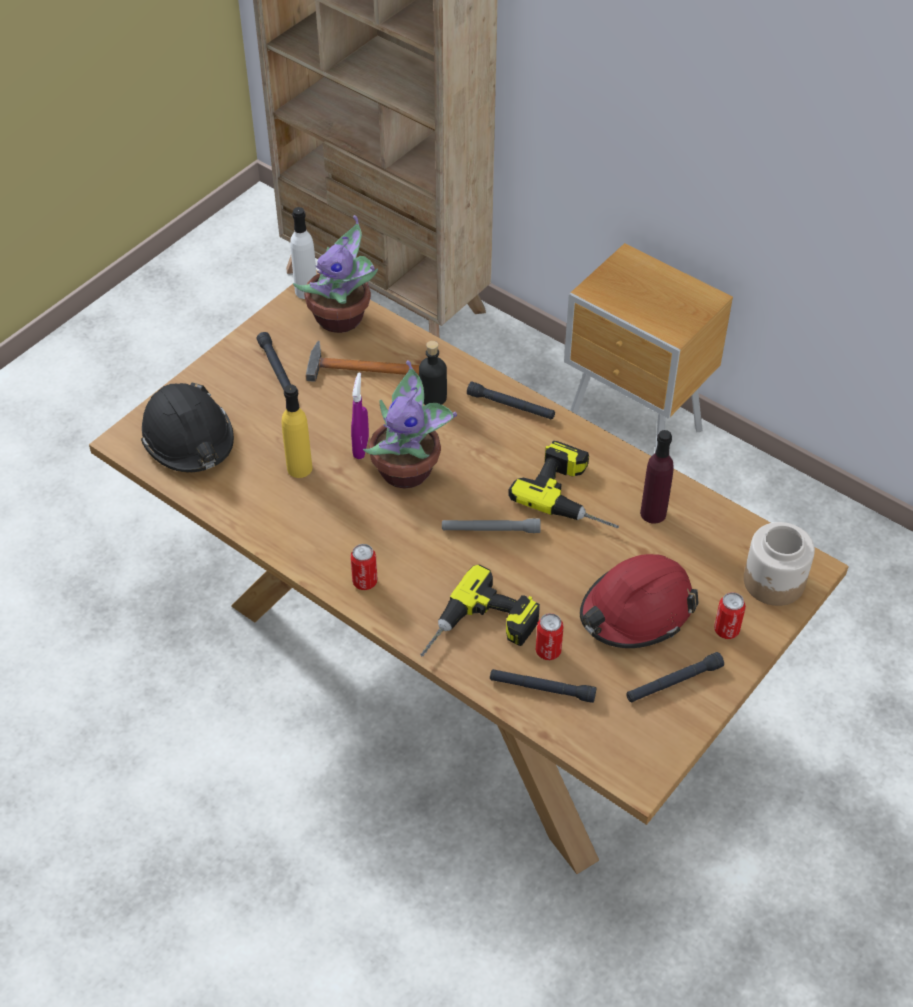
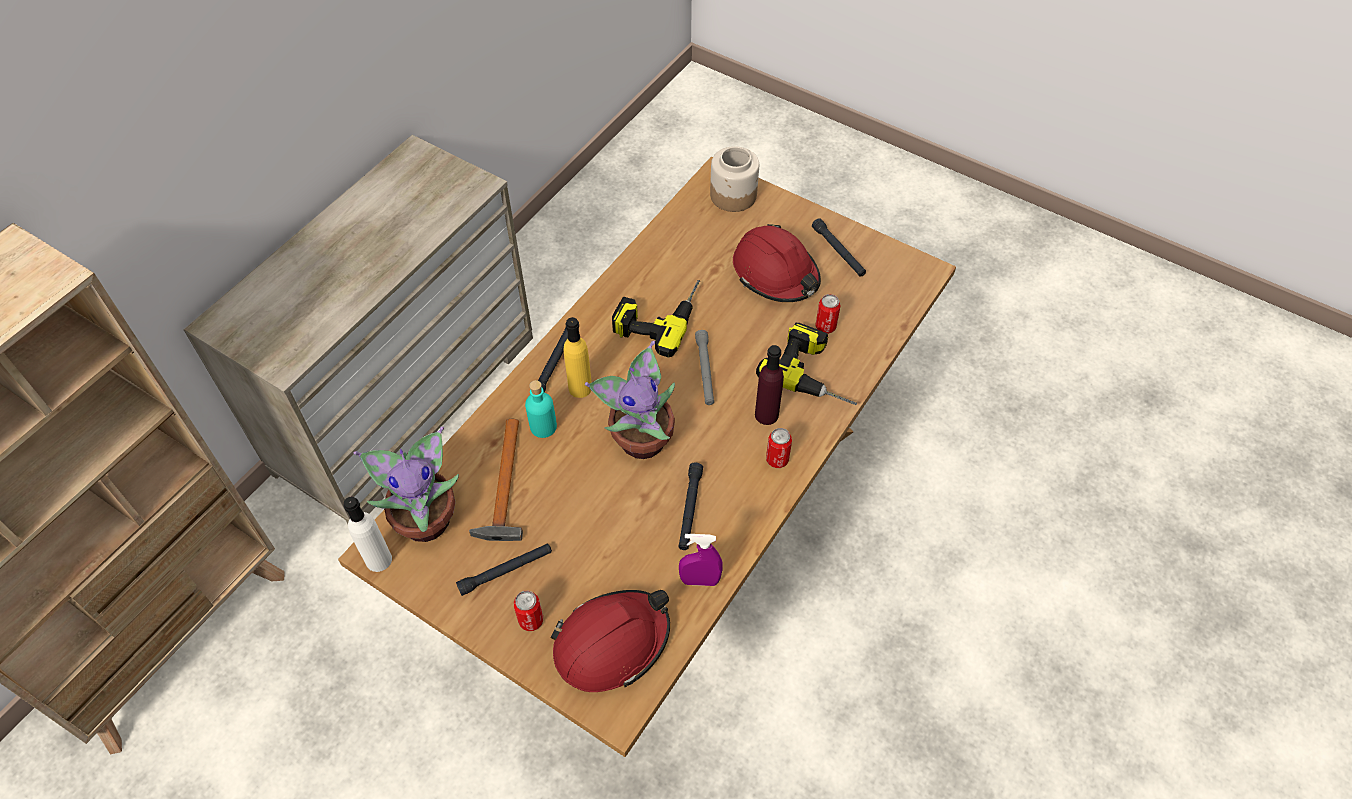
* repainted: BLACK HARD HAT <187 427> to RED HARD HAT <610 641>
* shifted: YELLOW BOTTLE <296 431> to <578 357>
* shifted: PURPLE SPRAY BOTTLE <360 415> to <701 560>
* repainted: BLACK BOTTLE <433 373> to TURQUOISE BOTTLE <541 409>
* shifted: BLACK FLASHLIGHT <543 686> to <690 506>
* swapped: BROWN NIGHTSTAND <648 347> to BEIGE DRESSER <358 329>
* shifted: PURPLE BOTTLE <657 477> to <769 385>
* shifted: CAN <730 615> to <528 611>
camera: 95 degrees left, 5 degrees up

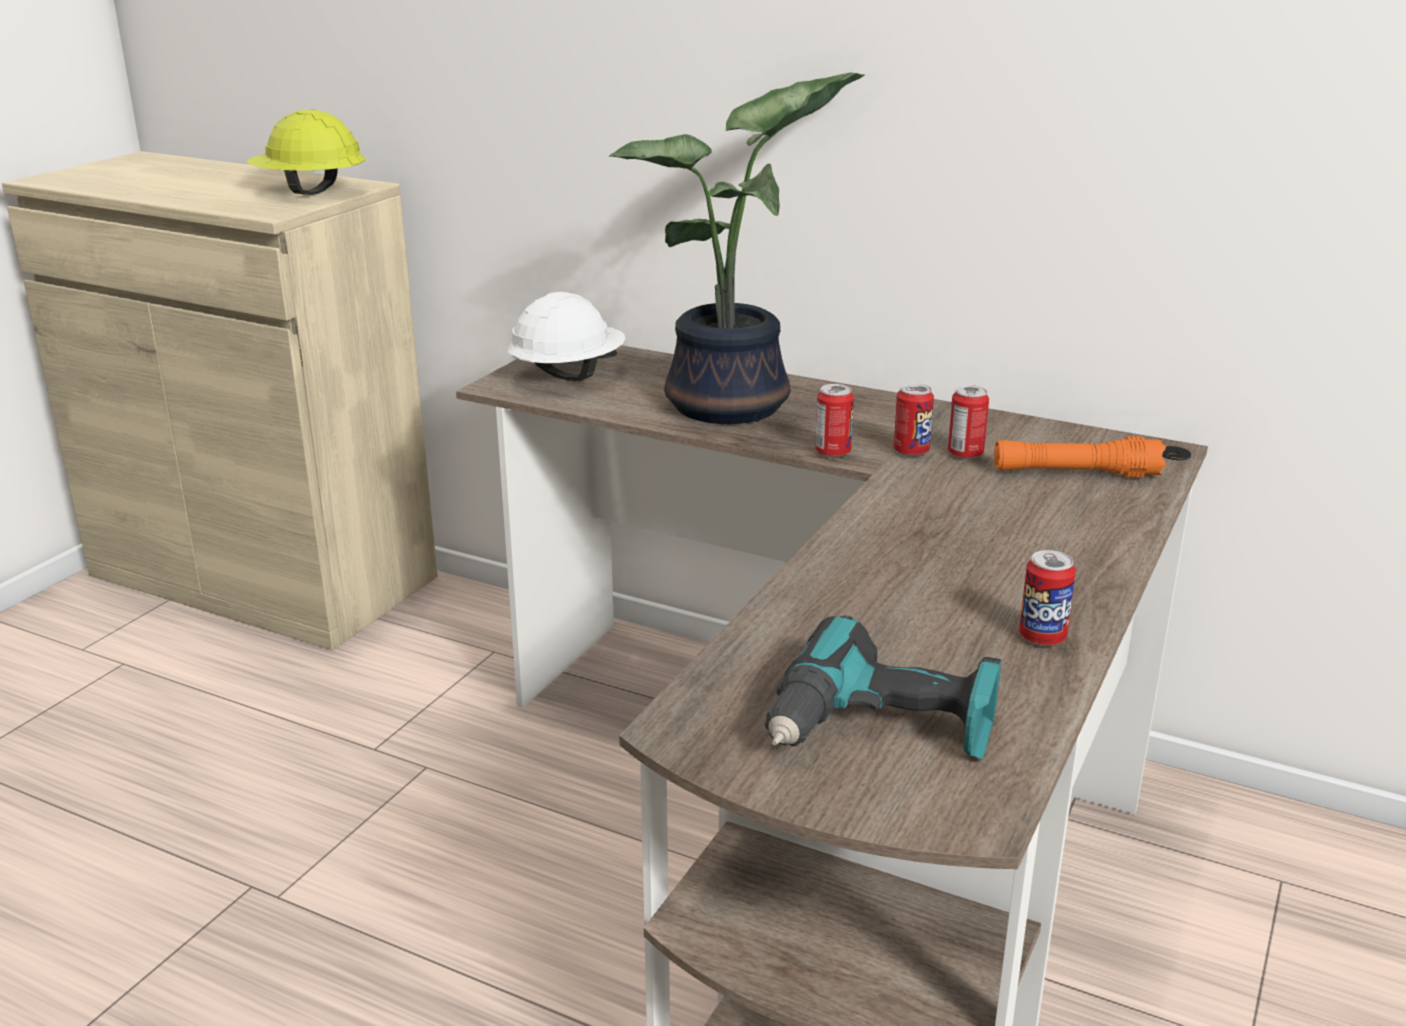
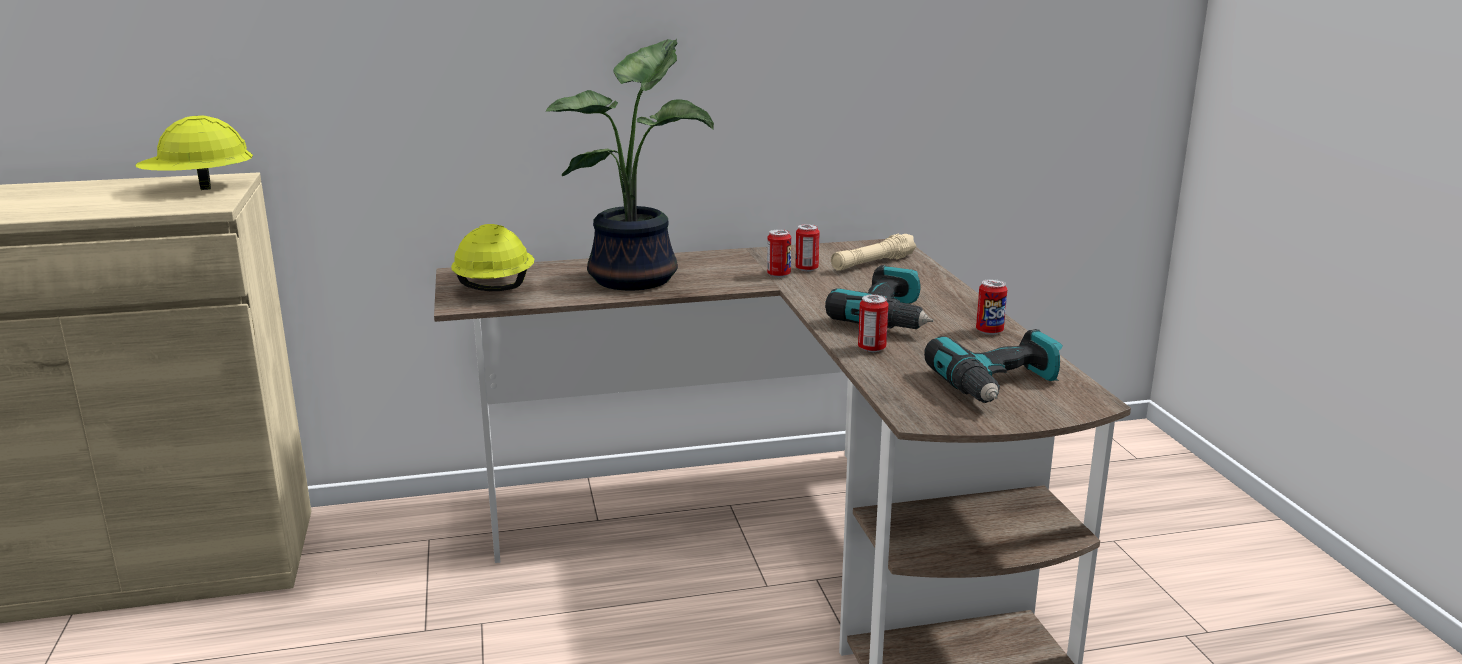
* repainted: WHITE HARD HAT <566 336> to YELLOW HARD HAT <492 257>
* shifted: CAN <834 421> to <873 323>
* repainted: ORANGE FLASHLIGHT <1080 457> to BEIGE FLASHLIGHT <873 252>
* new: POWER DRILL <879 297>
camera: 40 degrees left, 5 degrees down

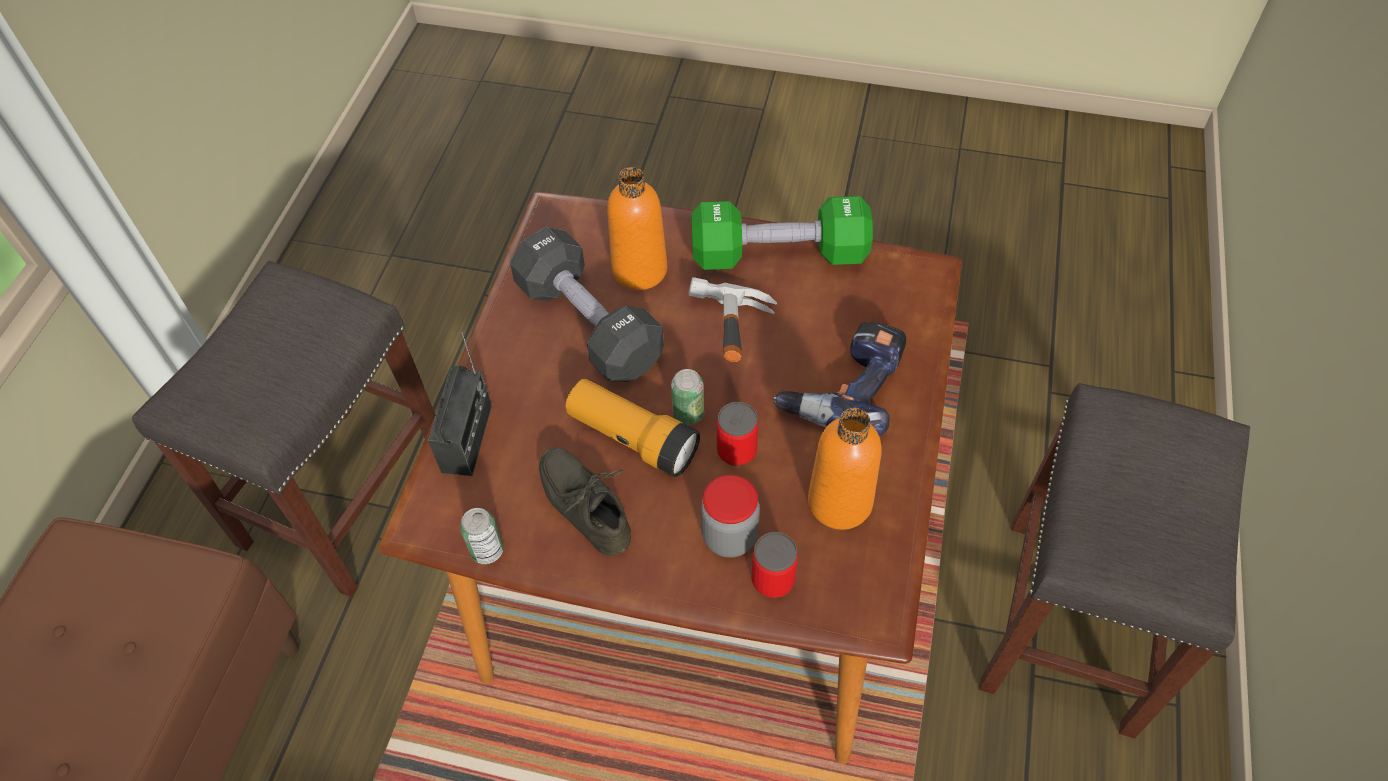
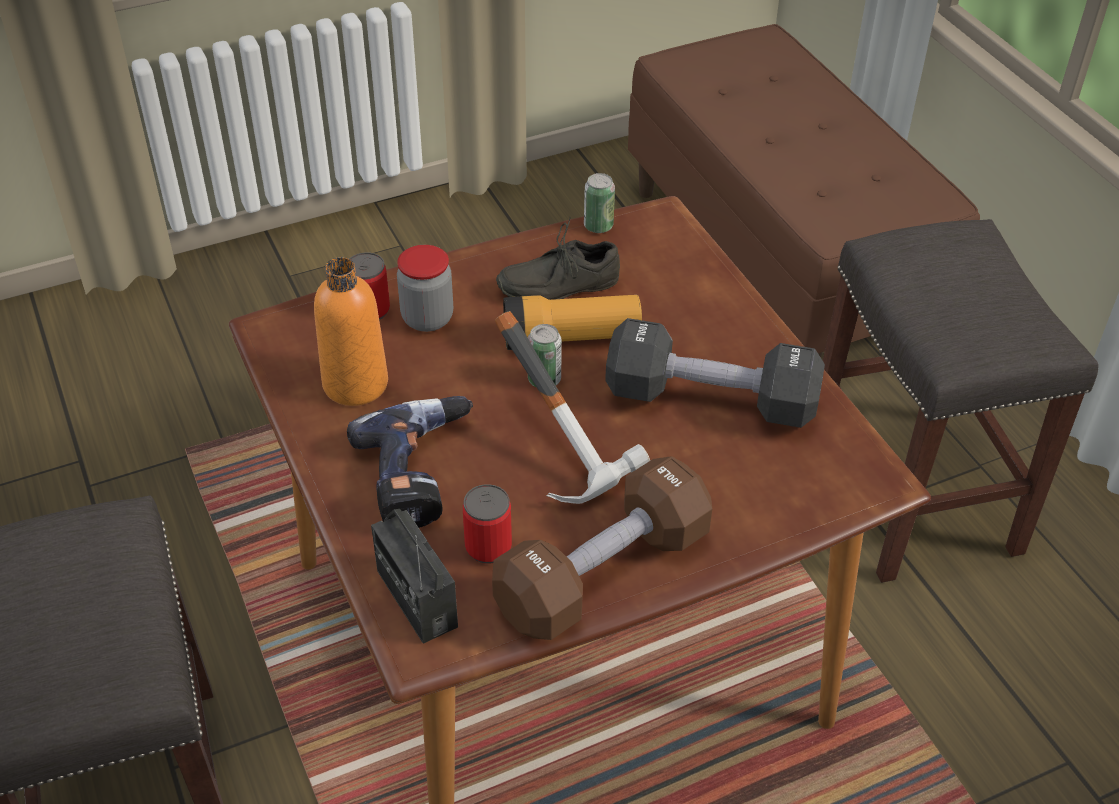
* shifted: RADIO <460 404> to <414 576>
* rotated: GREY SHOE <585 501> = <558 258> 150 degrees clockwise
* gone: ORANGE BOTTLE <637 228>
* repainted: GREEN DUMBBELL <782 233> to BROWN DUMBBELL <602 548>
* shifted: CAN <738 434> to <487 524>
camera: 140 degrees right, 10 degrees down

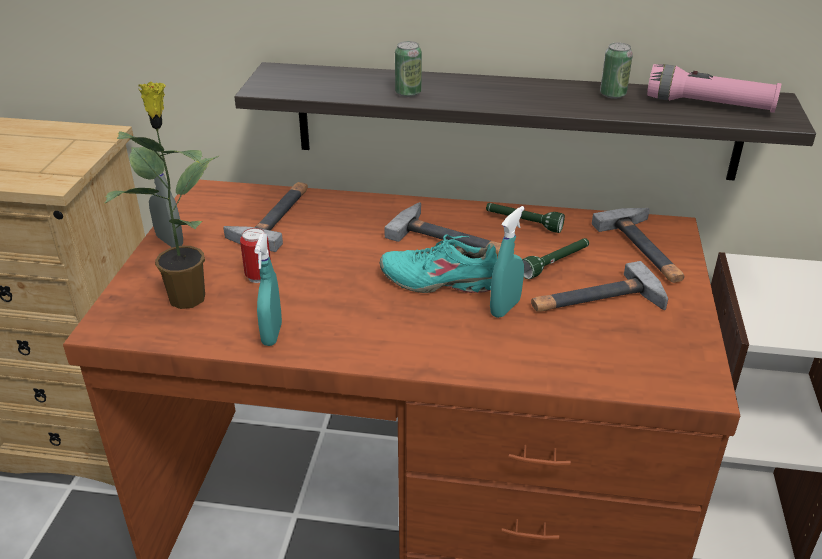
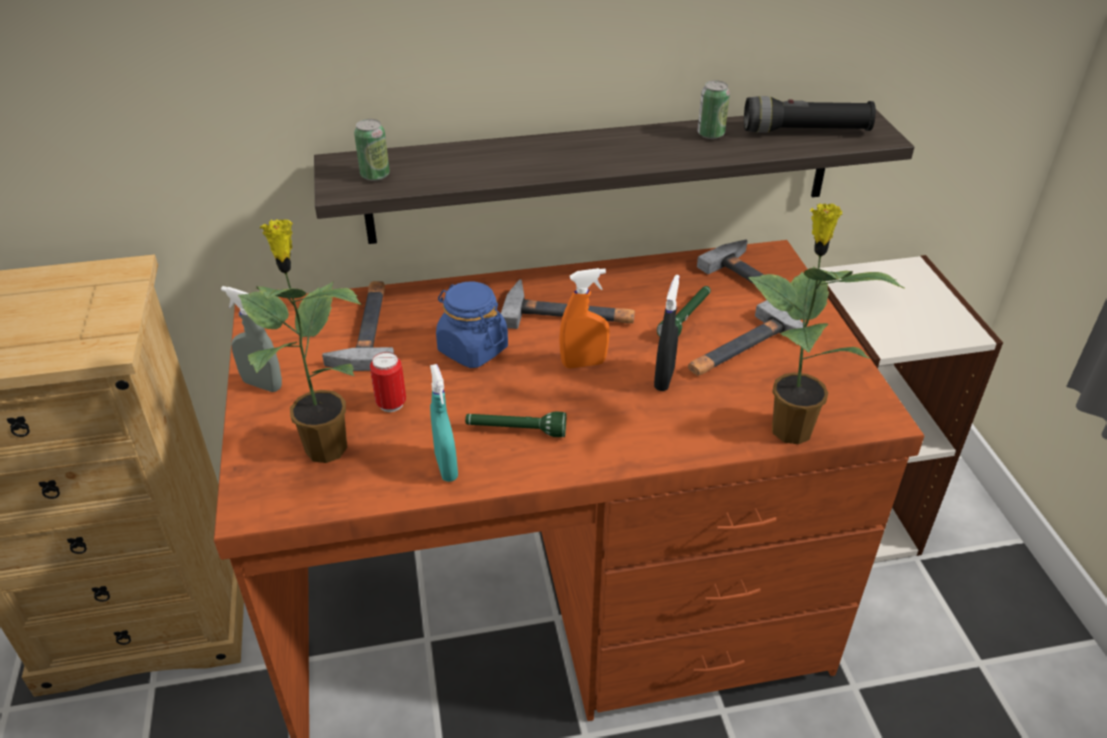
* swapped: TURQUOISE SHOE <438 263> to ORANGE SPRAY BOTTLE <584 318>
* shifted: CAN <408 69> to <372 150>
* shifted: GREEN FLASHLIGHT <525 218> to <515 424>
* repainted: TURQUOISE SPRAY BOTTLE <507 262> to BLACK SPRAY BOTTLE <667 333>
* repainted: PINK FLASHLIGHT <714 88> to BLACK FLASHLIGHT <810 114>
* new: BLUE JAR <472 324>
* new: POTTED PLANT <826 323>
camera: 20 degrees left, 5 degrees up

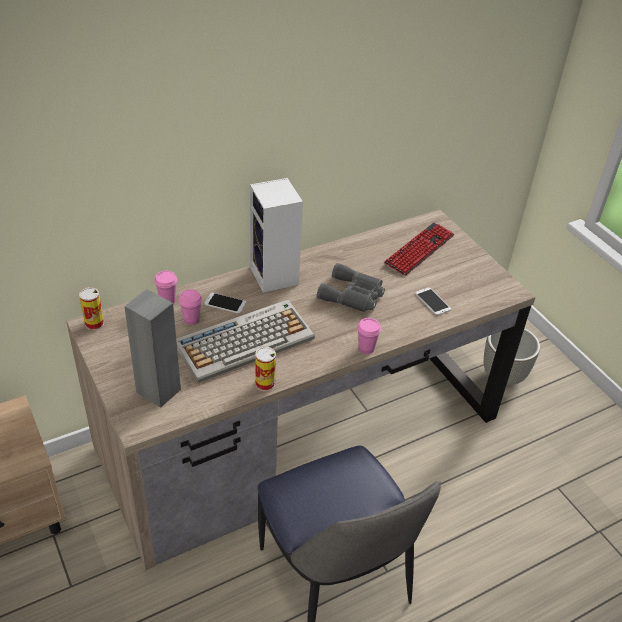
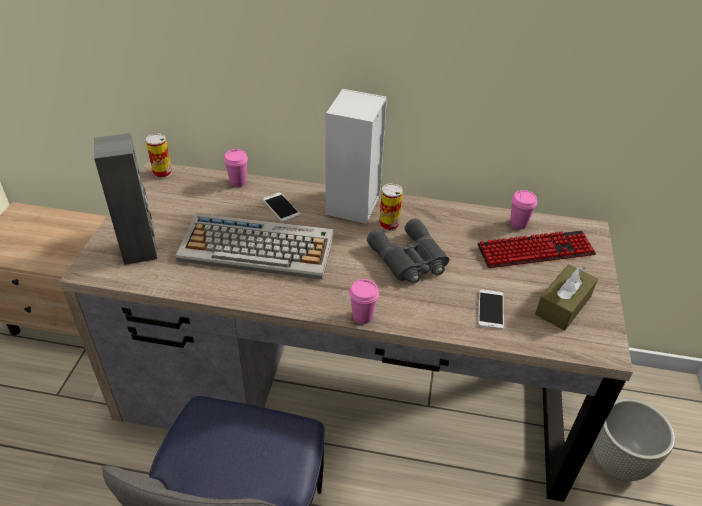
* shifted: PINK CUP <190 307> to <523 210>
* shifted: CAN <265 369> to <391 207>
* new: BROWN TISSUE BOX <566 297>
camera: 40 degrees right, 0 degrees up

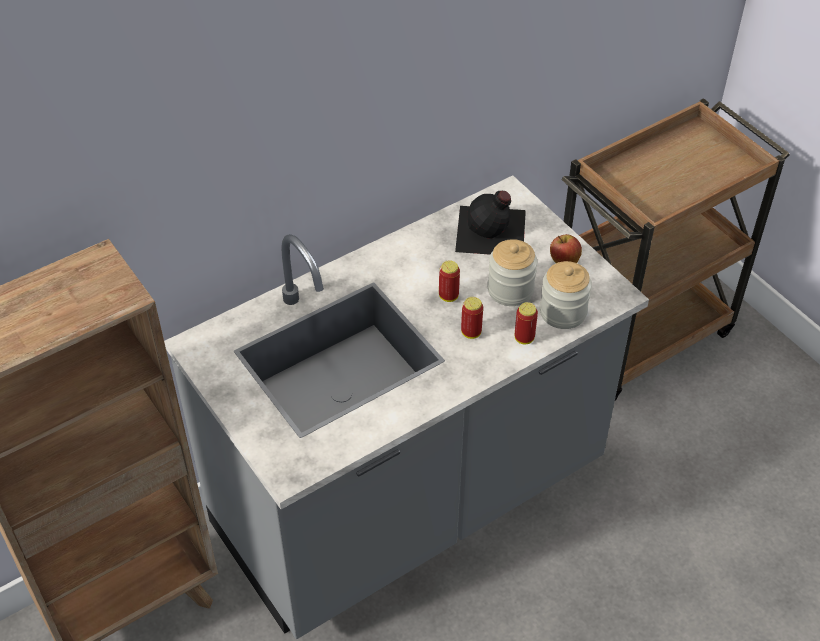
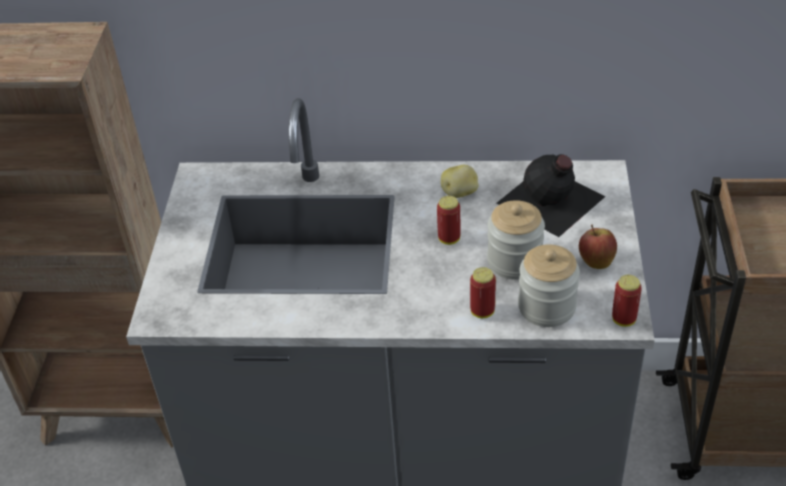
* shifted: CAN <472 318> to <627 301>
* new: POTATO <459 181>
camera: 40 degrees right, 5 degrees down

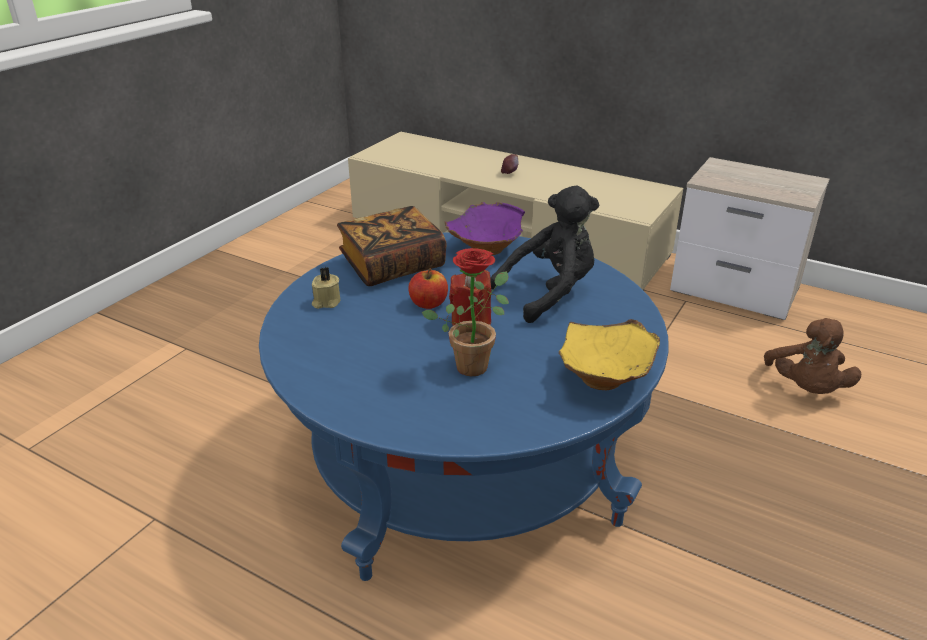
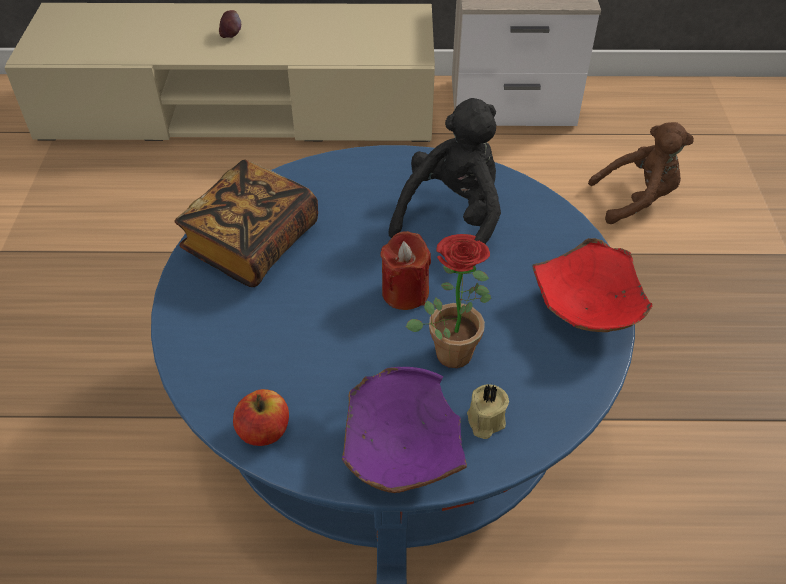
* shifted: BEIGE CANDLE <326 288> to <488 411>
* shifted: APPLE <428 288> to <261 417>
* shifted: PURPLE BOWL <485 229> to <404 430>
* repainted: YELLOW BOWL <609 354> to RED BOWL <592 285>
* rotated: BROWN PLUSH TOY <812 356> = <641 173> 75 degrees counterclockwise
camera: 30 degrees left, 15 degrees up

